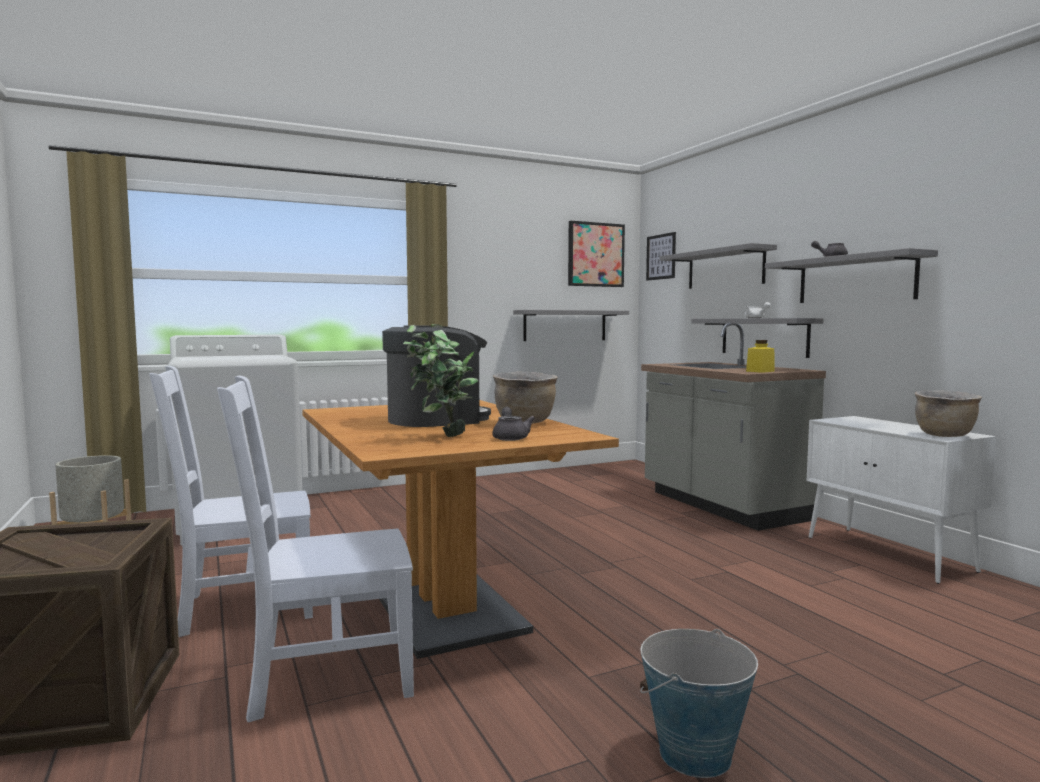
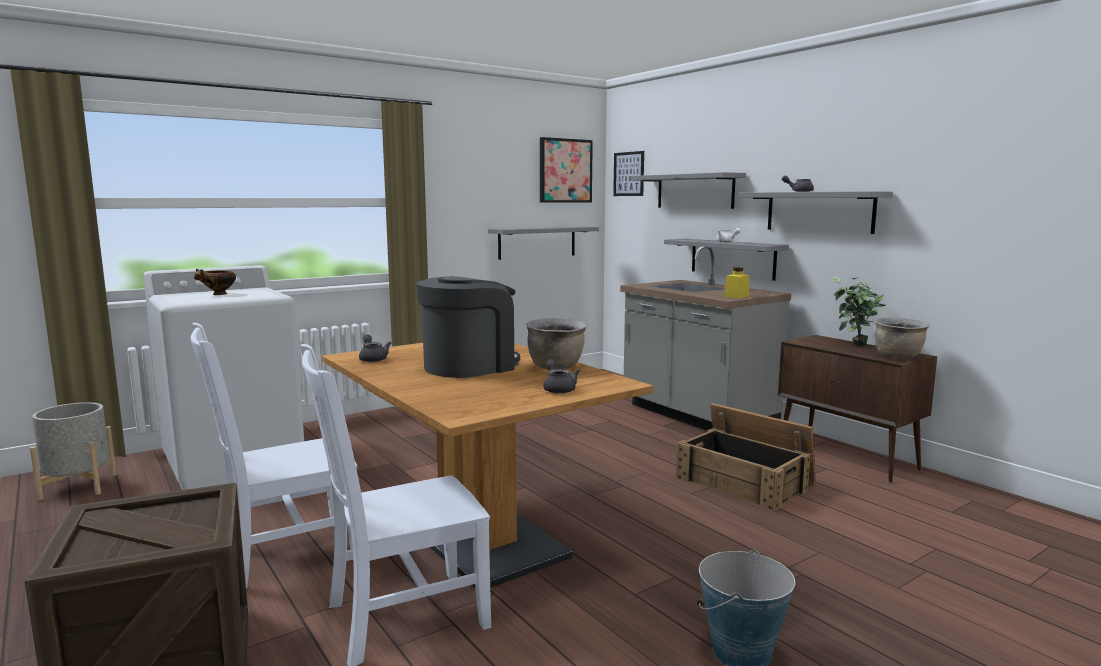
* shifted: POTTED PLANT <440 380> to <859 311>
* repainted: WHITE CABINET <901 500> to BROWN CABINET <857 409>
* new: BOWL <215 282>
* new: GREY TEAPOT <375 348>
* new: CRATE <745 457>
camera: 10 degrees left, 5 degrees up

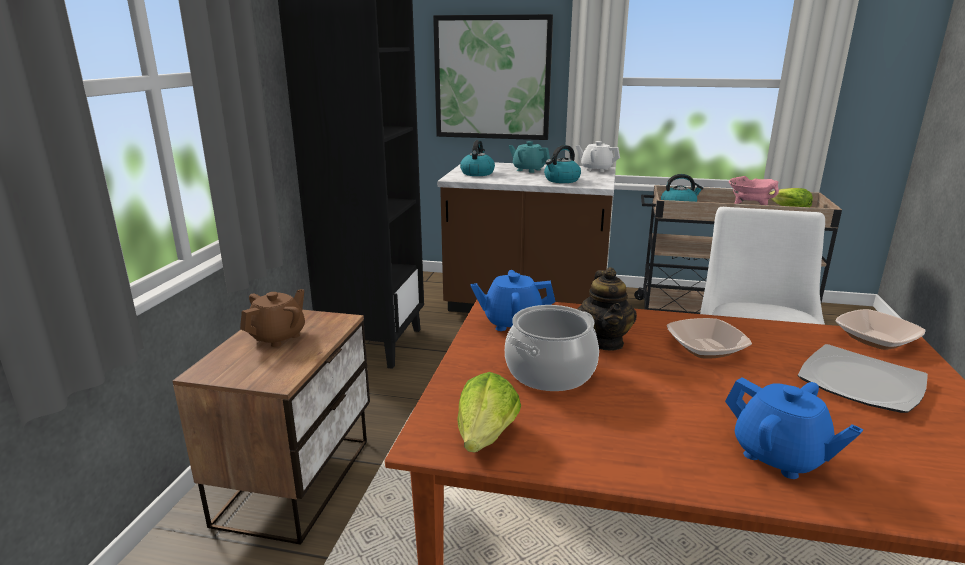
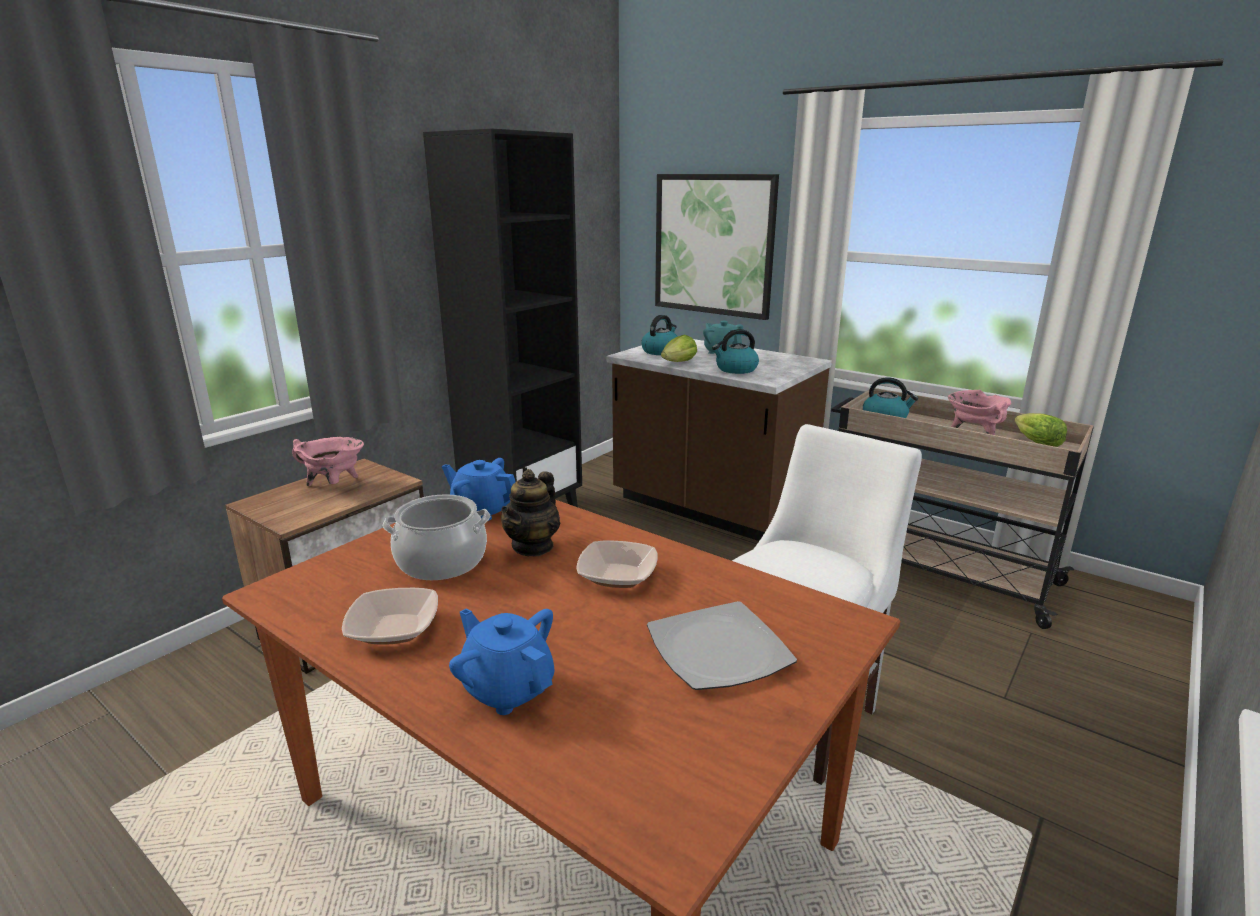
* swapped: BROWN TEAPOT <272 318> to PINK COOKING POT <328 461>
* shifted: LETTUCE <489 412> to <679 348>
* gone: WHITE TEAPOT <598 156>
* rotated: BLUE TEAPOT <794 428> = <501 662> 150 degrees clockwise
* shifted: BOWL <881 329> to <390 616>
camera: 25 degrees right, 0 degrees up

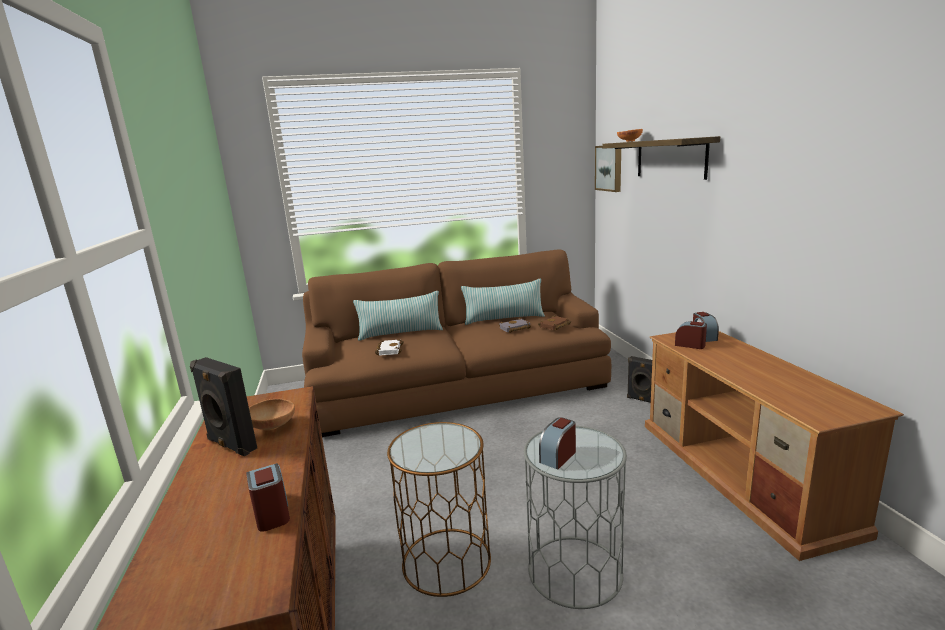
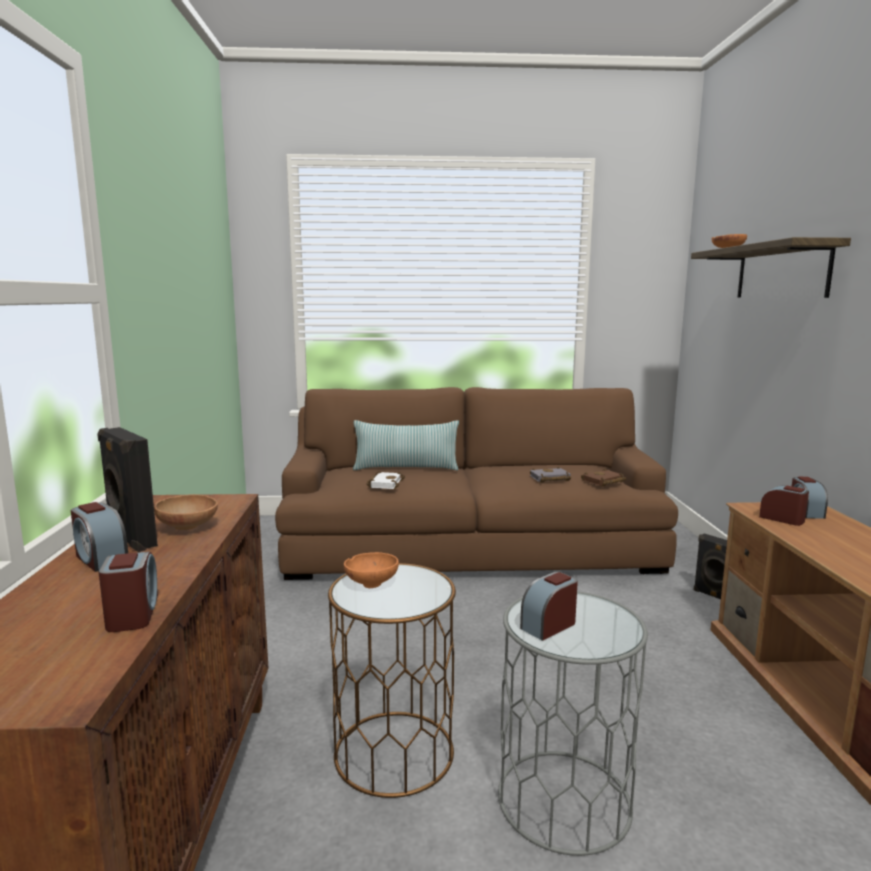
* gone: PILLOW <503 302>
* gone: PICTURE <608 169>
* new: ALARM CLOCK <99 537>
* new: ORANGE BOWL <371 570>
camera: 10 degrees right, 5 degrees down

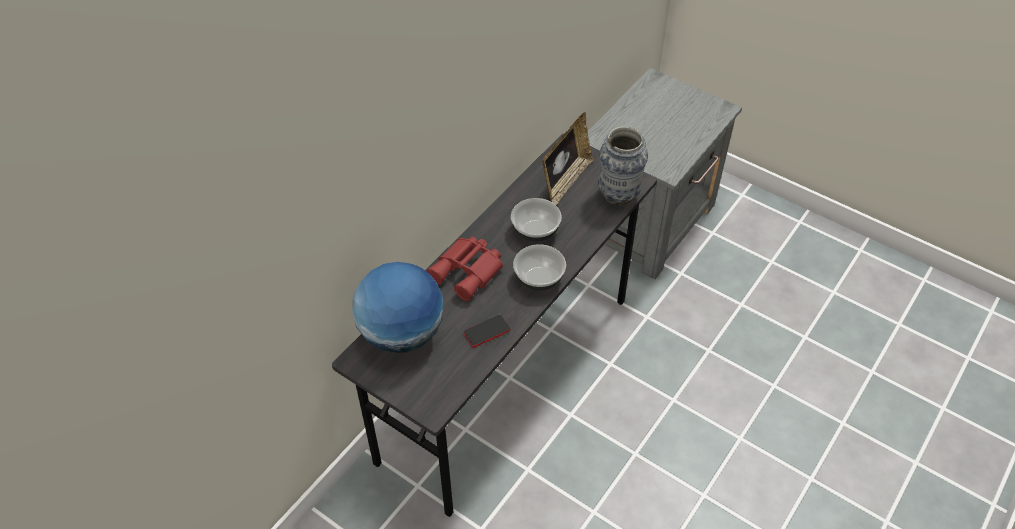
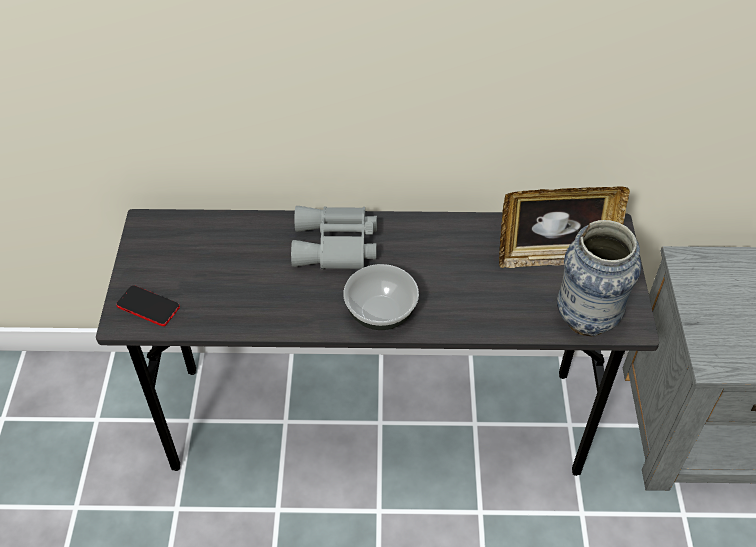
* gone: GLOBE <397 307>
* repainted: RED BINOCULARS <464 269> to GREY BINOCULARS <334 237>
* shifted: PHONE <486 331> to <148 305>
* gone: BOWL <536 219>
camera: 55 degrees right, 0 degrees up

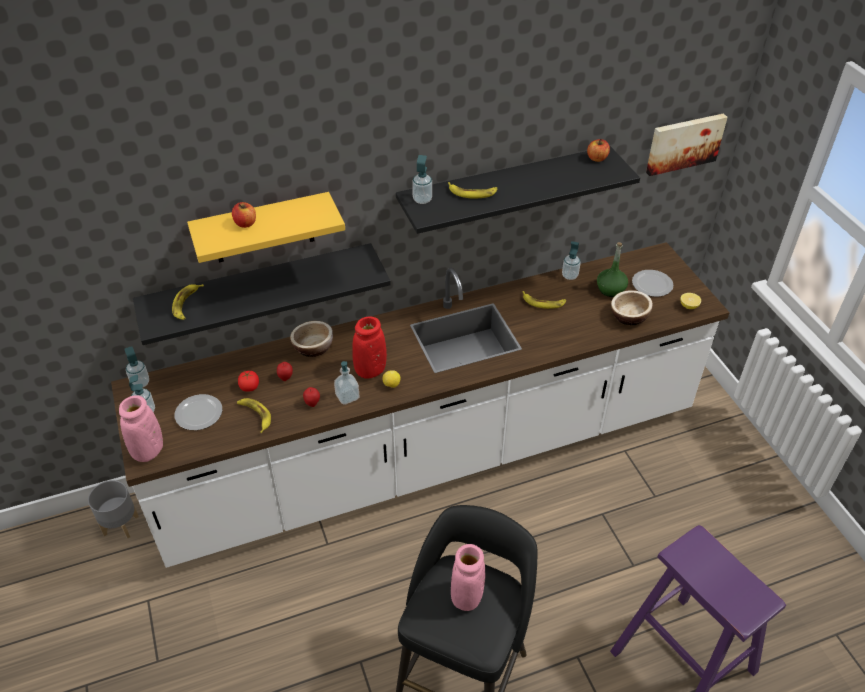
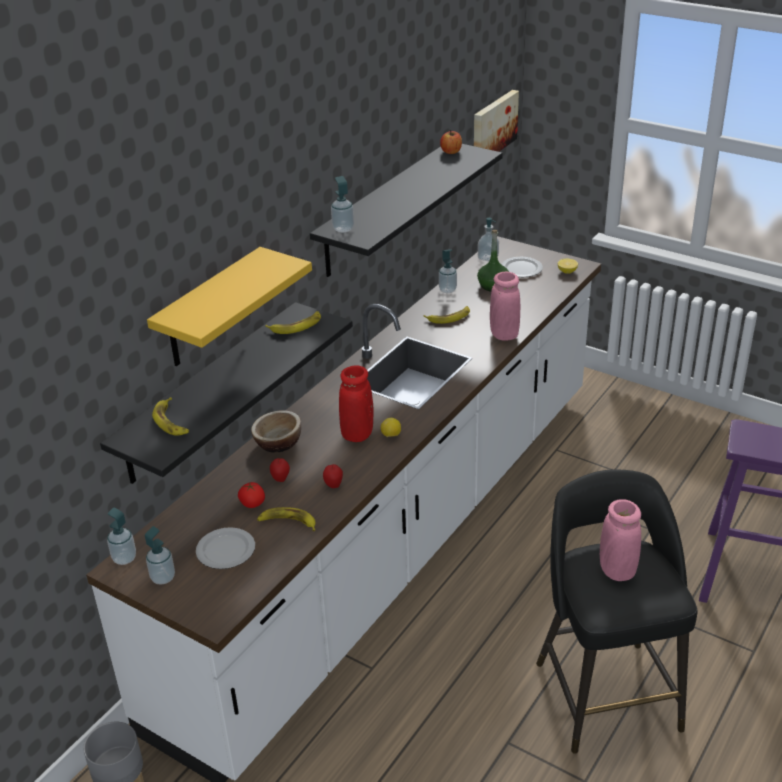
* shifted: PINK VASE <141 428> to <505 306>
* gone: APPLE <244 215>
* shifted: SOAP DISPENSER <346 383> to <488 239>
* shifted: BANANA <473 190> to <293 322>
* gone: BOWL <632 307>
camera: 35 degrees left, 10 degrees down

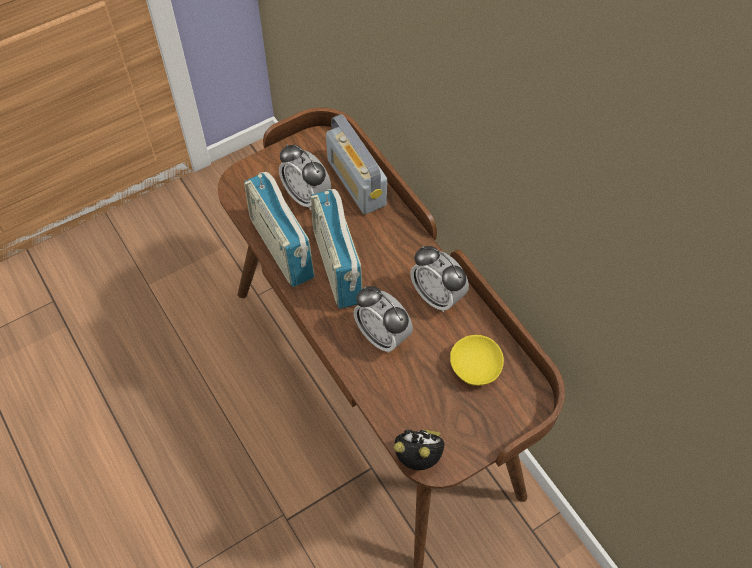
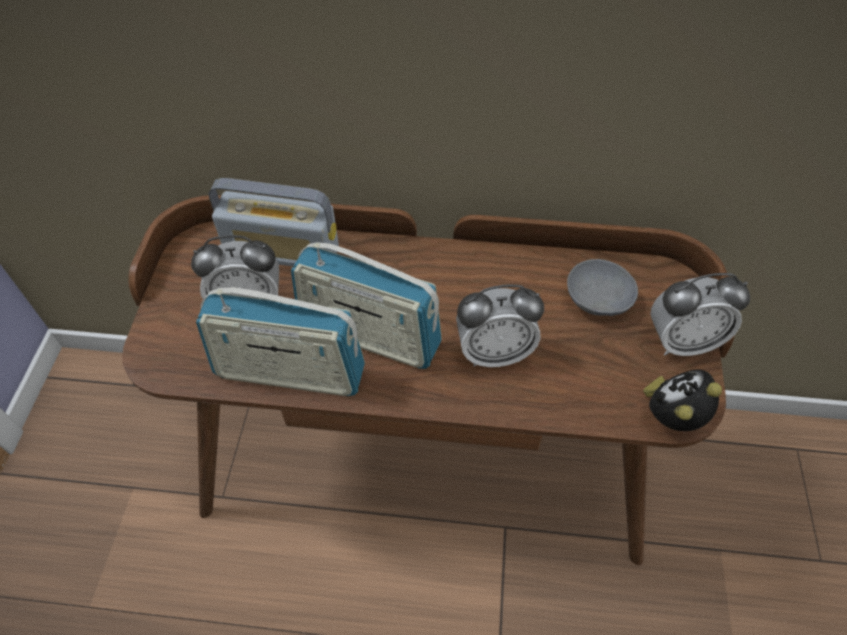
* shifted: ALARM CLOCK <440 279> to <700 314>
* repainted: YELLOW BOWL <477 360> to GREY BOWL <602 287>
camera: 50 degrees left, 5 degrees down

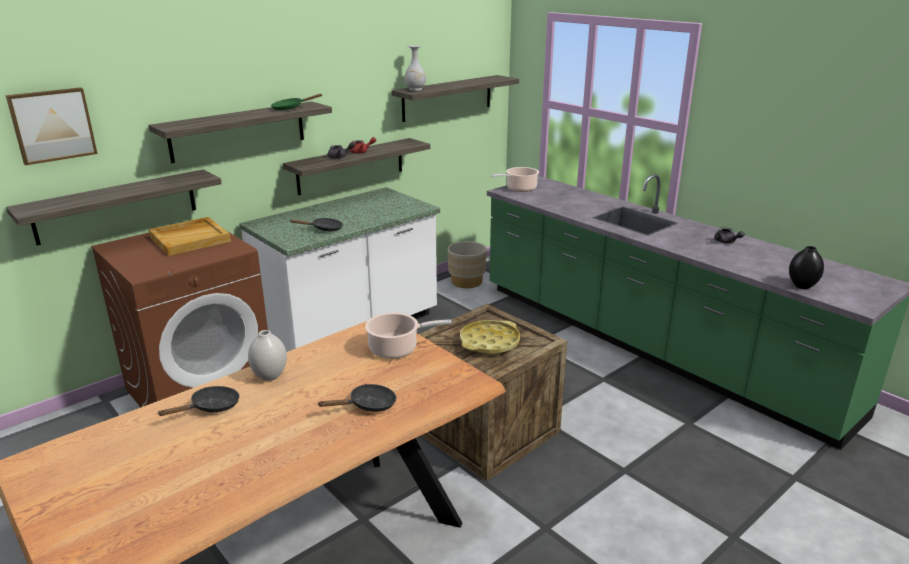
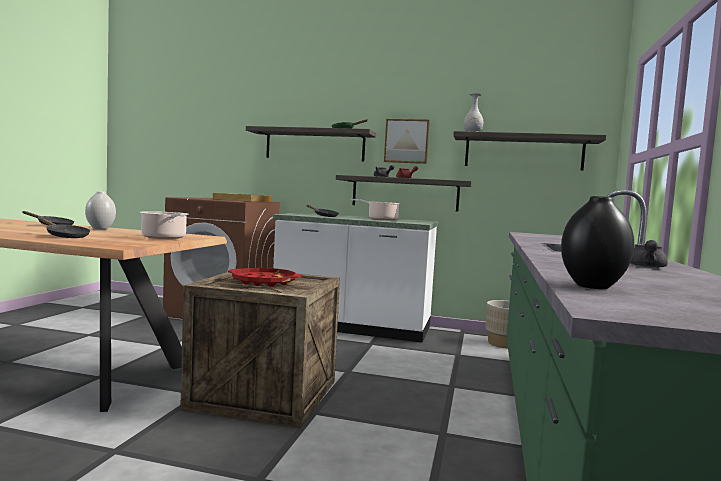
* shifted: PICTURE <52 126> to <407 141>
* gone: SHELF <114 207>
* repainted: YELLOW TRAY <490 337> to RED TRAY <265 277>
* shifted: COOKING POT <515 179> to <376 209>
camera: 55 degrees right, 20 degrees down

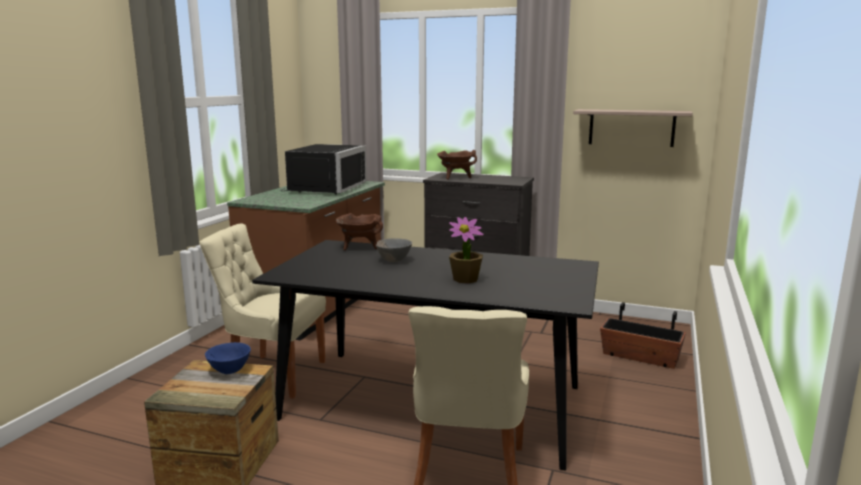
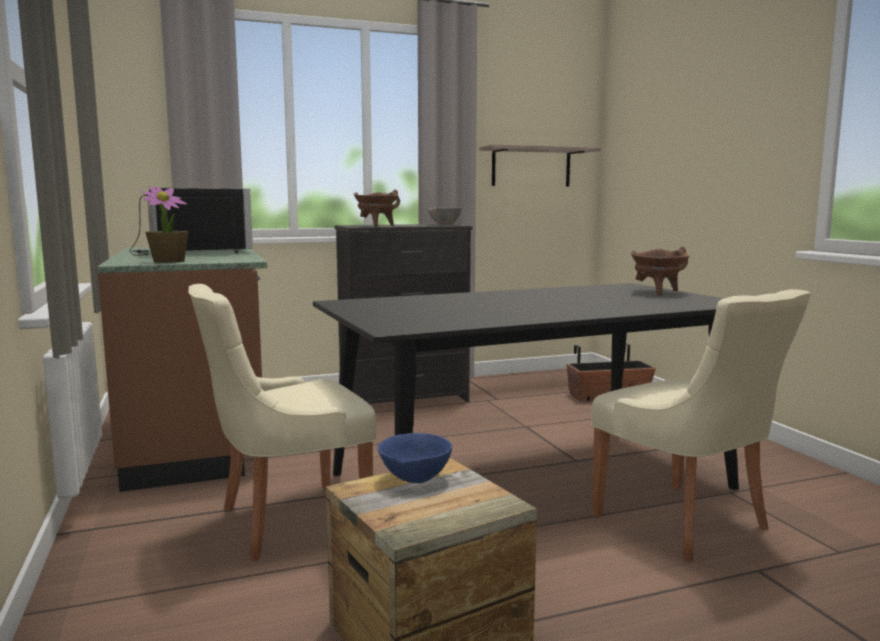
* shifted: BROWN COOKING POT <359 231> to <660 271>
* shifted: GREY BOWL <394 250> to <444 216>
* shifted: POTTED PLANT <466 250> to <165 224>
camera: 40 degrees left, 5 degrees down

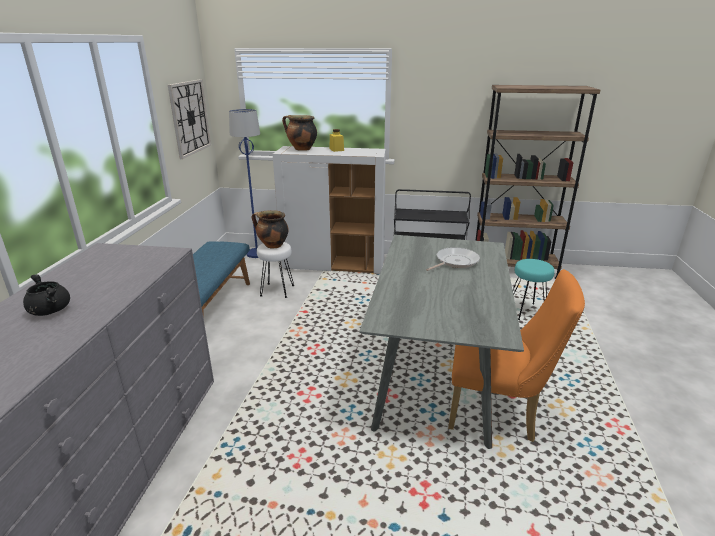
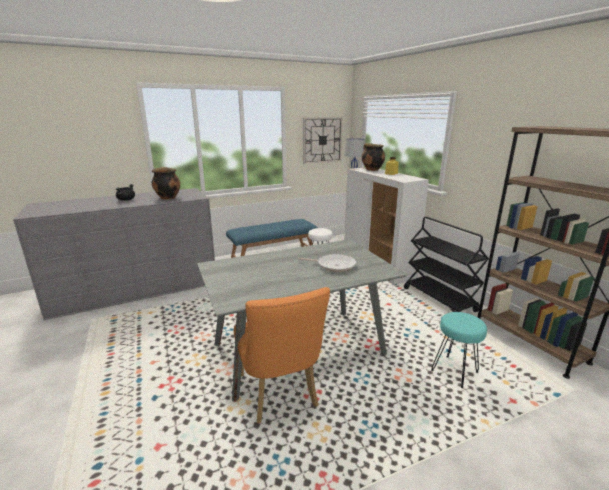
* shifted: COOKING POT <270 229> to <166 183>
camera: 55 degrees right, 5 degrees down

